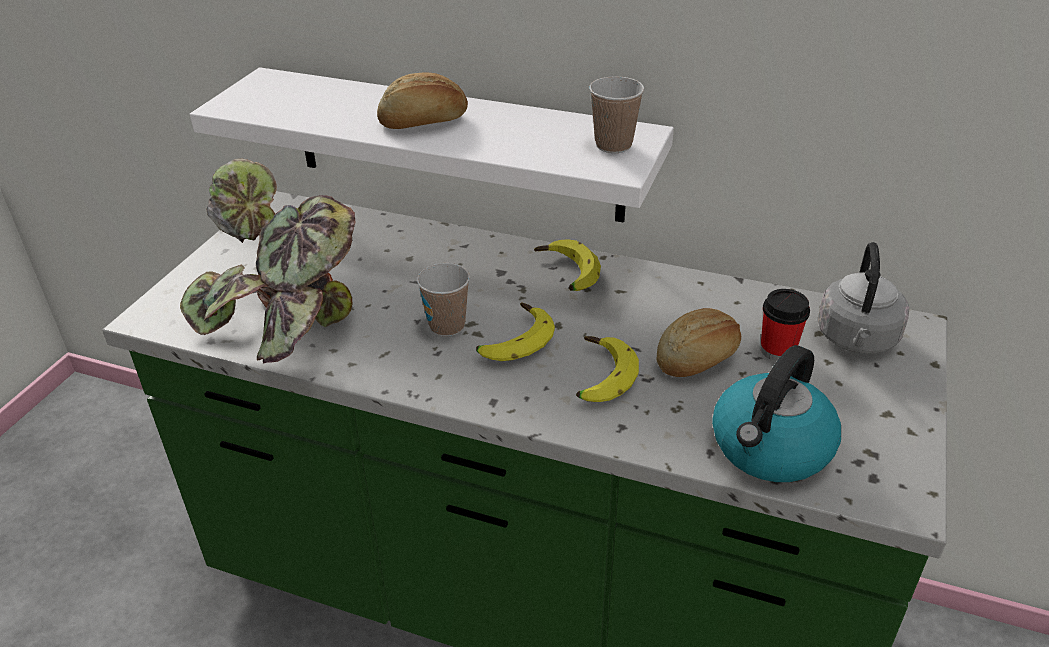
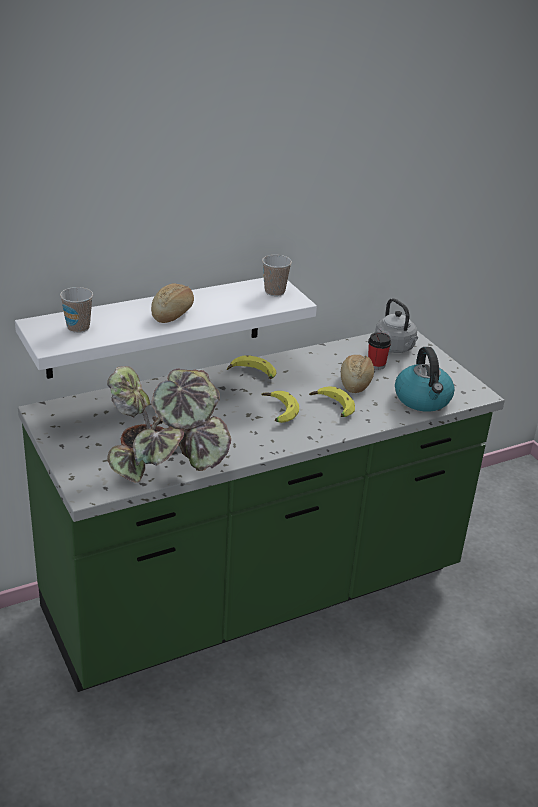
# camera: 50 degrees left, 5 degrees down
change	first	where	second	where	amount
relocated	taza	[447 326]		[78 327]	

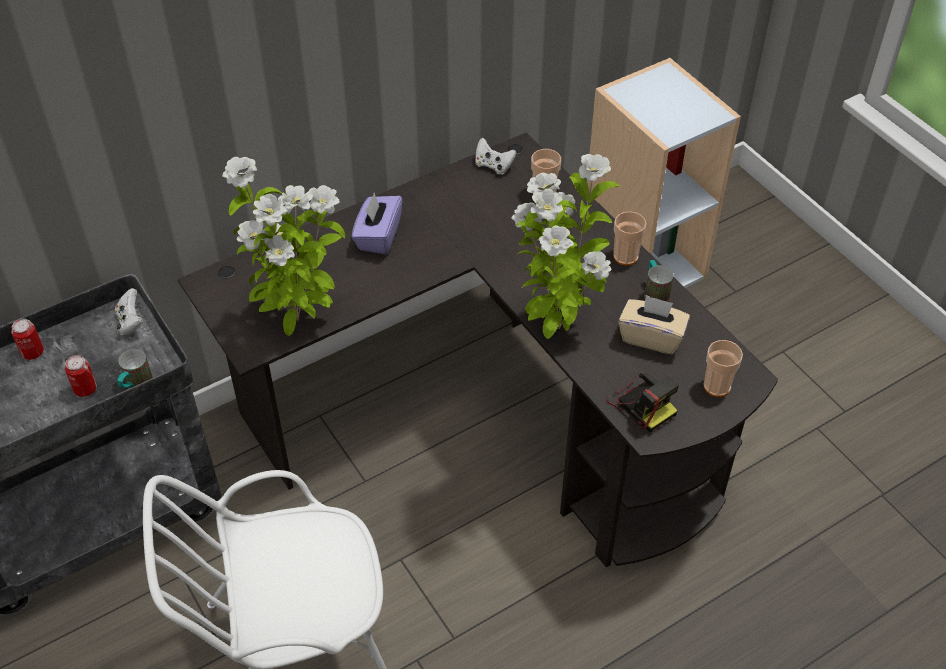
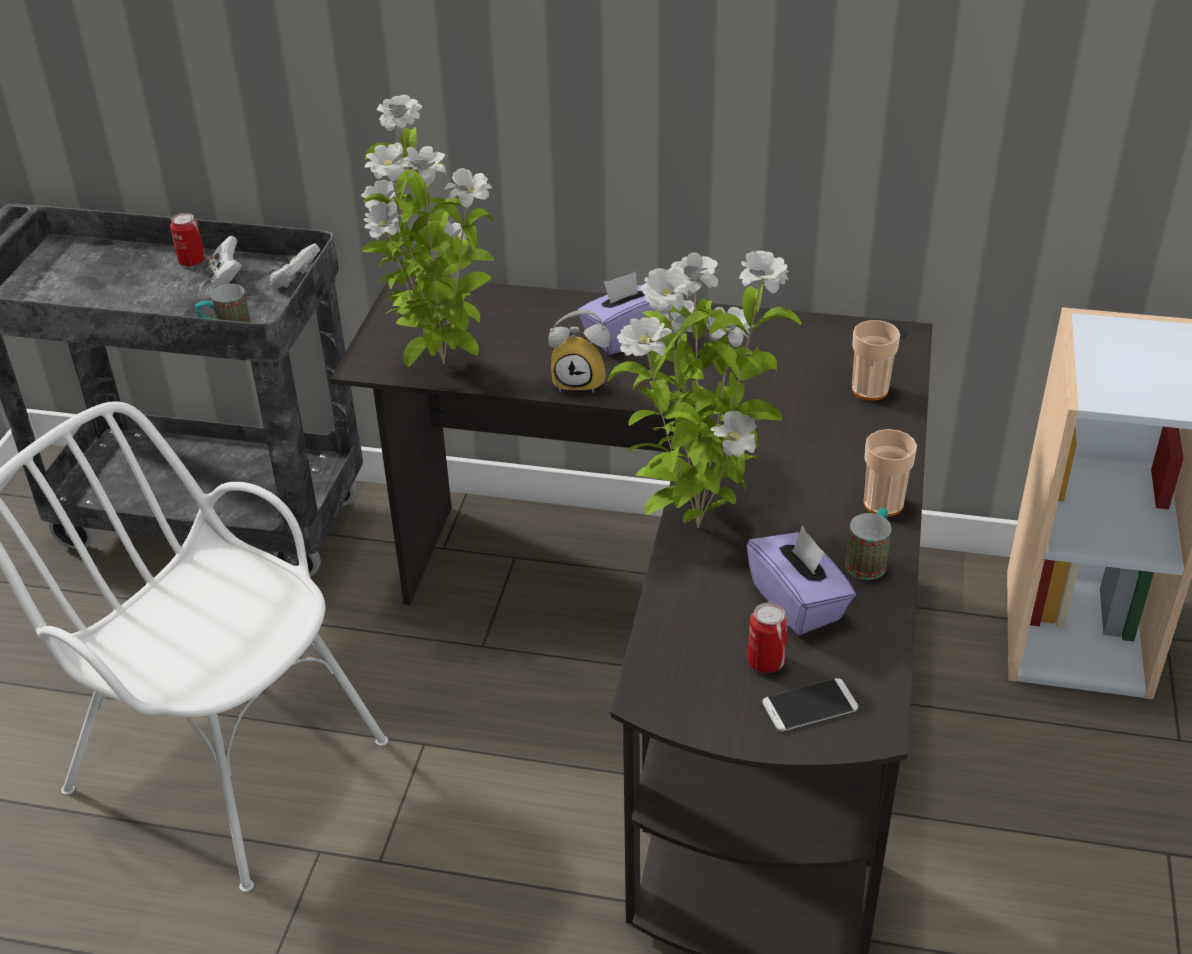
# camera: 45 degrees right, 10 degrees down
change	first	where	second	where	amount
missing	cámara	[641 404]			
appeared			despertador	[581 381]	
relocated	lata	[85 389]		[765 662]	
relocated	mando de consola (blanco)	[493 166]		[227 278]	
exchanged	taza	[717 386]	móvil	[810 706]	
colour	caja de pañuelos (beis)	[651 337]	caja de pañuelos (morado)	[798 602]	

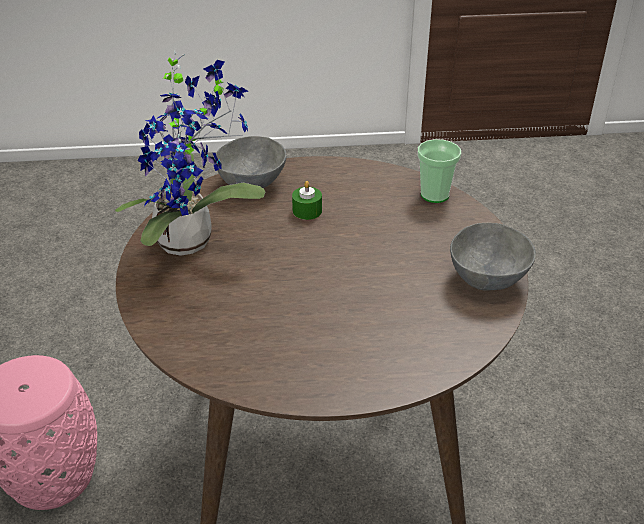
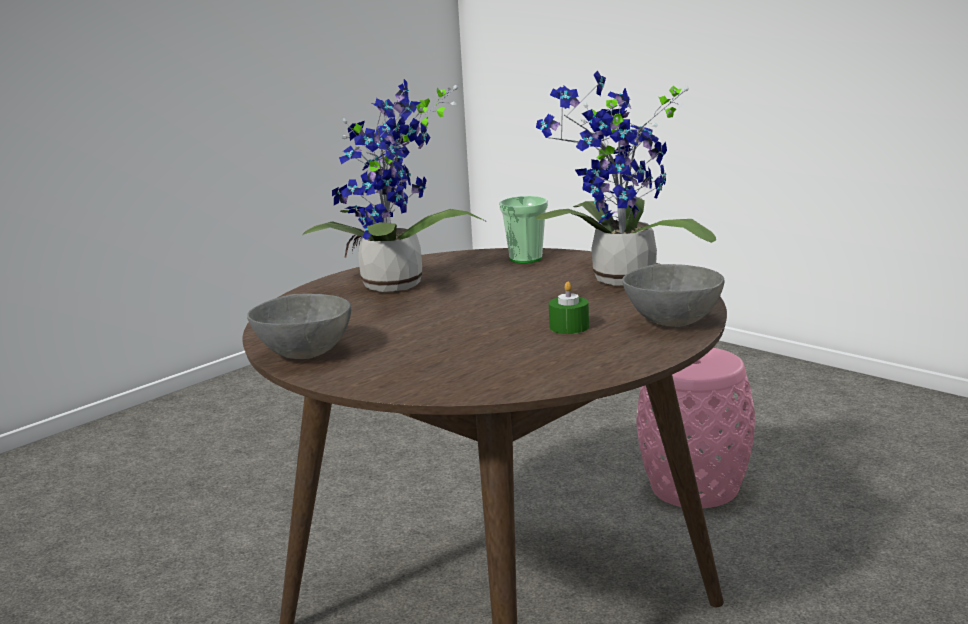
# camera: 140 degrees right, 20 degrees down
change	first	where	second	where	amount
appeared			planta en maceta	[396 287]	
relocated	taza	[434 195]		[526 258]	

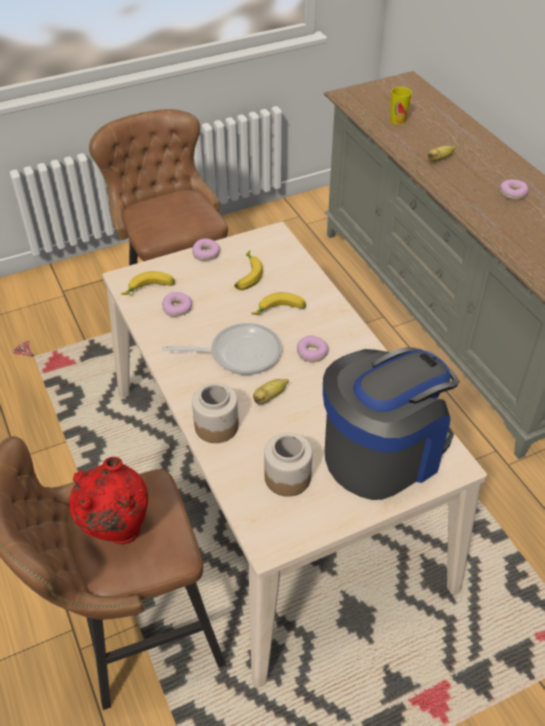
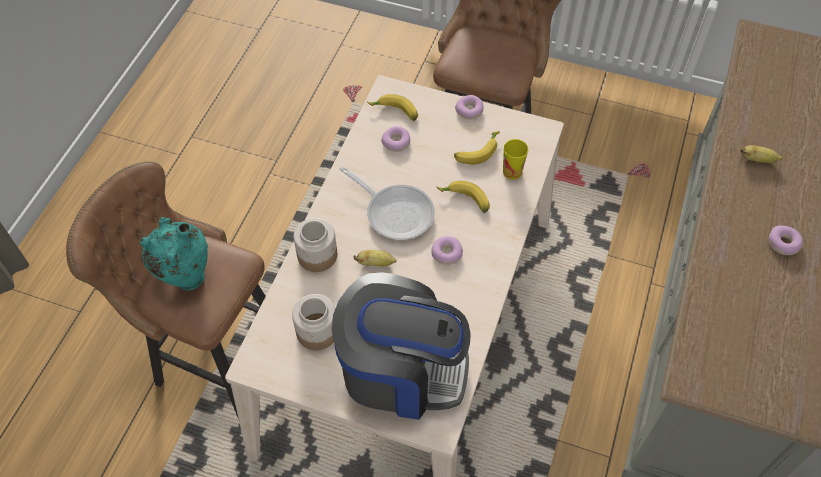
# camera: 45 degrees right, 10 degrees up
change	first	where	second	where	amount
relocated	taza	[398 120]		[512 172]	
colour	florero (rojo)	[118 532]	florero (turquesa)	[186 277]	

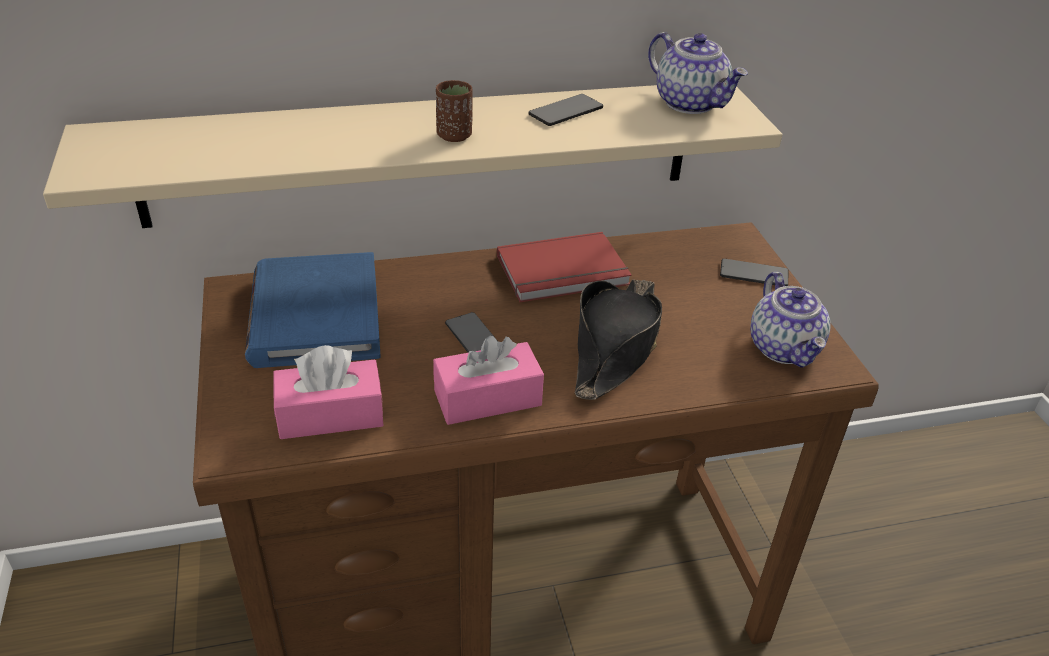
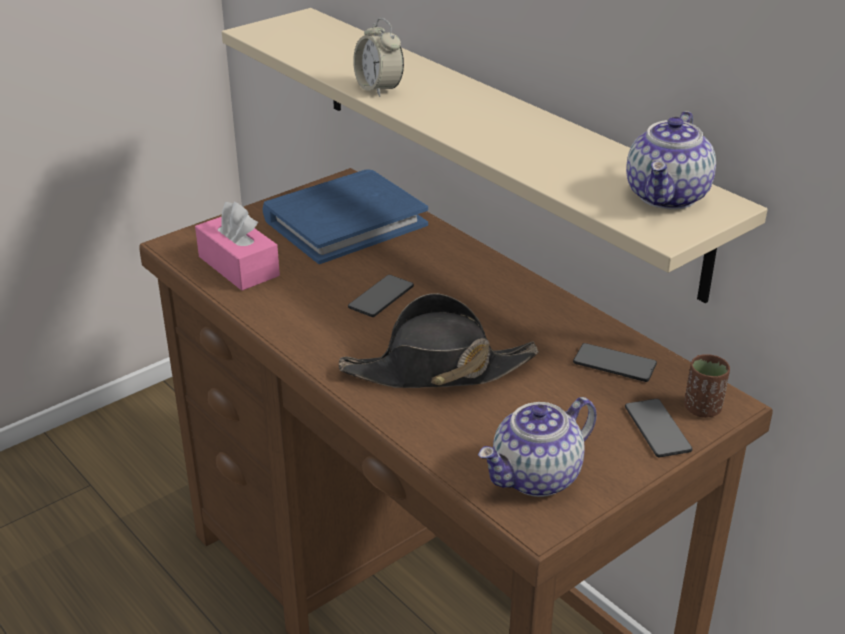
# camera: 65 degrees right, 5 degrees down
change	first	where	second	where	amount
missing	caja de pañuelos (rosa)	[487 398]			
missing	libro (rojo)	[564 272]			
appeared			despertador	[379 89]	
relocated	taza (marrón)	[454 136]		[702 409]	
relocated	móvil	[566 111]		[614 364]	

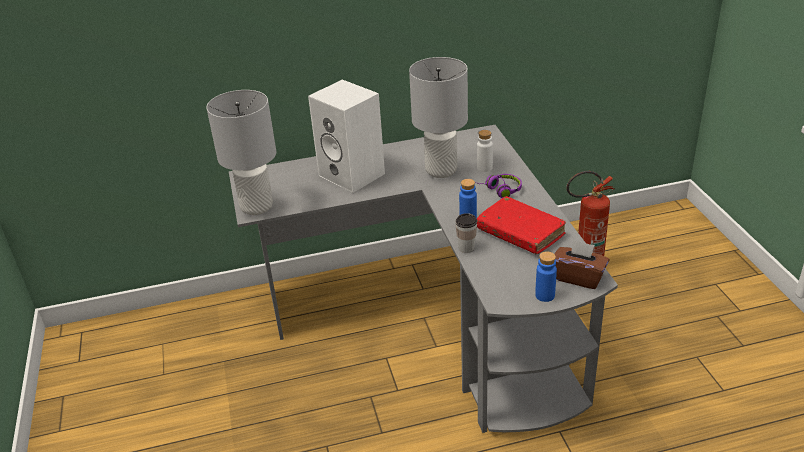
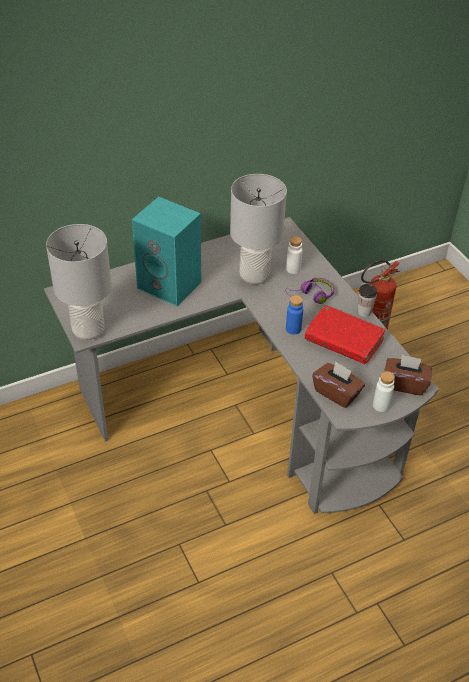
# camera: 15 degrees left, 10 degrees up
change	first	where	second	where	amount
appeared			caja de pañuelos (marrón)	[336 393]	
relocated	taza	[466 248]		[364 312]	
colour	altavoz (blanco)	[353 174]	altavoz (turquesa)	[171 285]	
colour	botella (azul)	[545 295]	botella (blanco)	[381 405]	

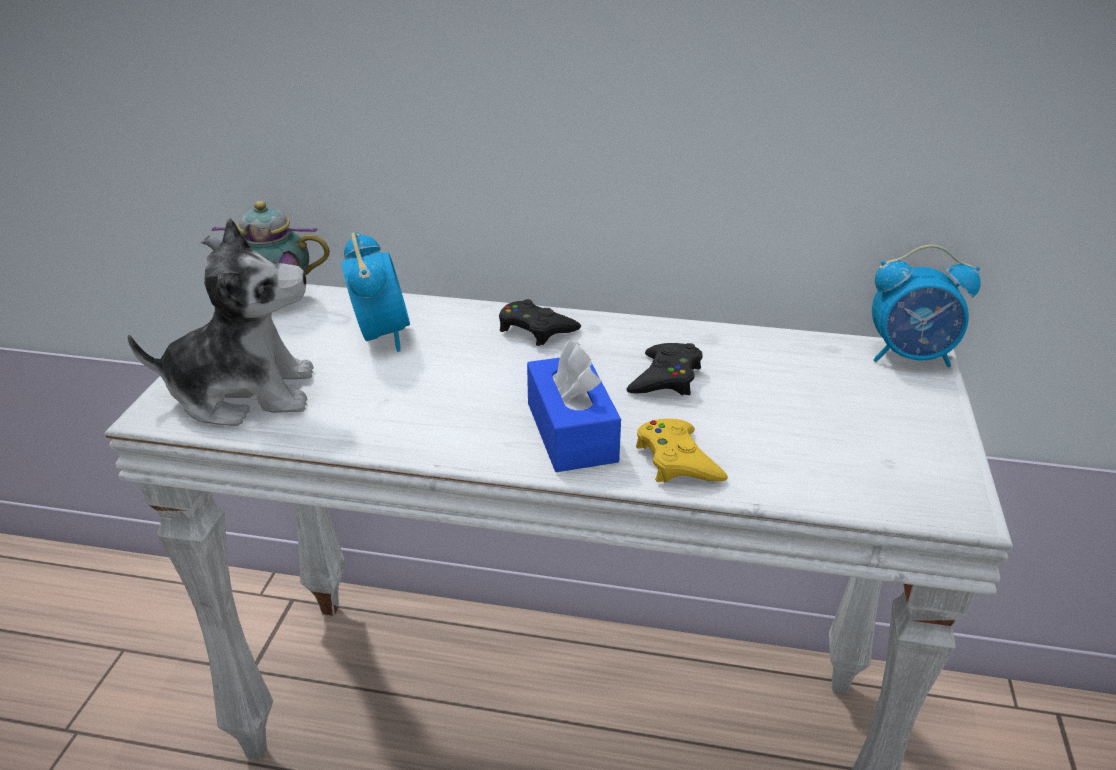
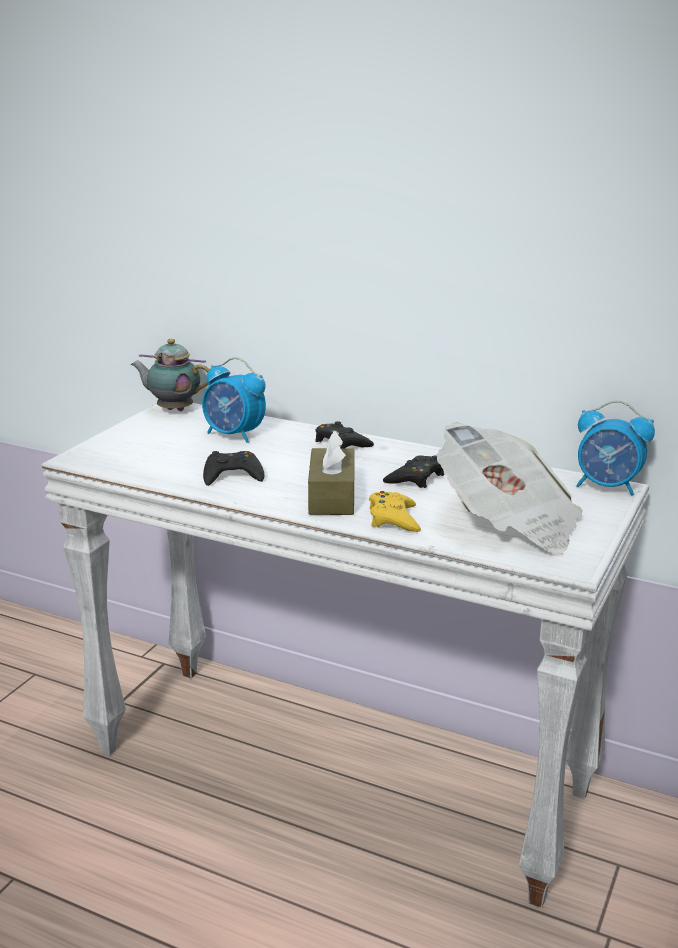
# camera: 15 degrees right, 10 degrees down
change	first	where	second	where	amount
missing	peluche	[244 393]			
appeared			mando de consola (negro)	[232 475]	
appeared			periódico	[509 523]	
colour	caja de pañuelos (azul)	[571 432]	caja de pañuelos (marrón)	[332 497]	
spun	despertador	[381 335]		[234 435]	120 degrees clockwise

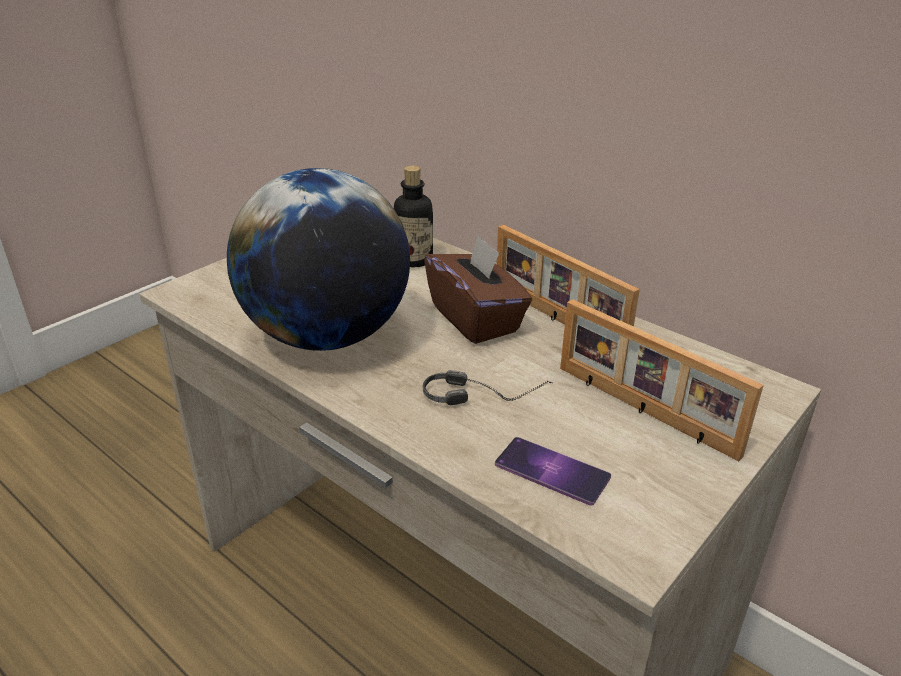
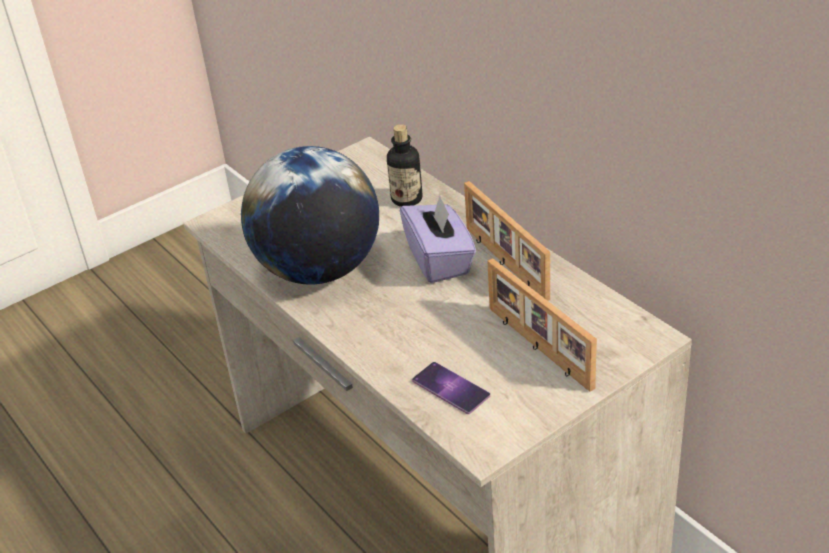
# camera: 15 degrees right, 5 degrees up
change	first	where	second	where	amount
missing	auriculares	[485 395]			
colour	caja de pañuelos (marrón)	[476 319]	caja de pañuelos (morado)	[439 260]	

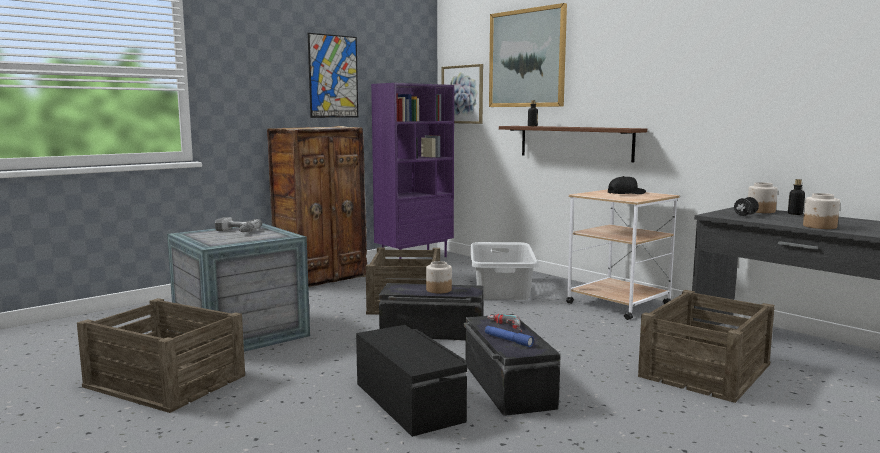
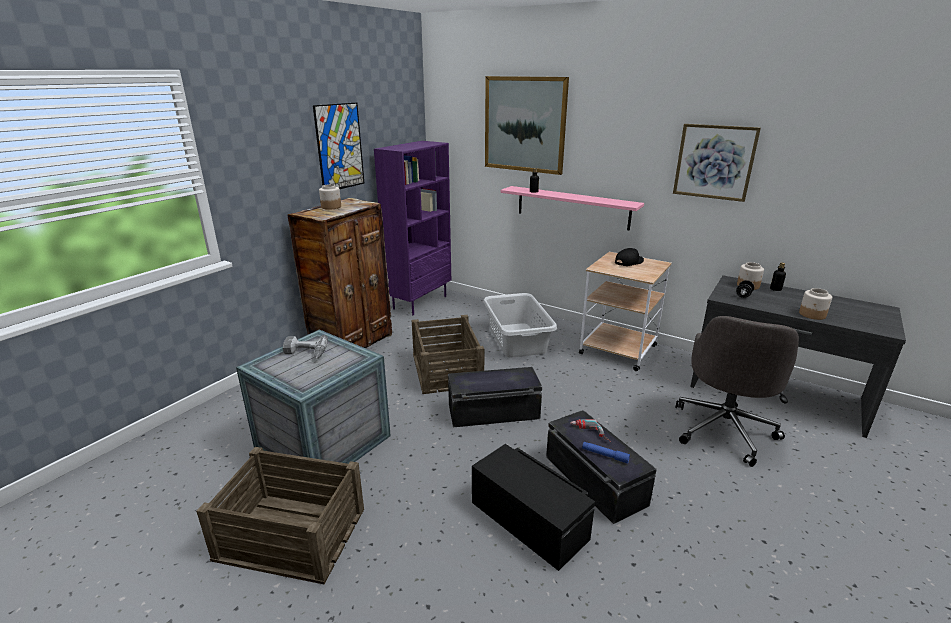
# camera: 15 degrees left, 15 degrees up
change	first	where	second	where	amount
relocated	tarro	[438 290]		[331 207]	
relocated	cuadro	[462 94]		[714 162]	
exchanged	caja de embalaje	[704 370]	silla de oficina (gris)	[723 431]	
colour	estante (marrón)	[574 142]	estante (rosa)	[572 207]	

